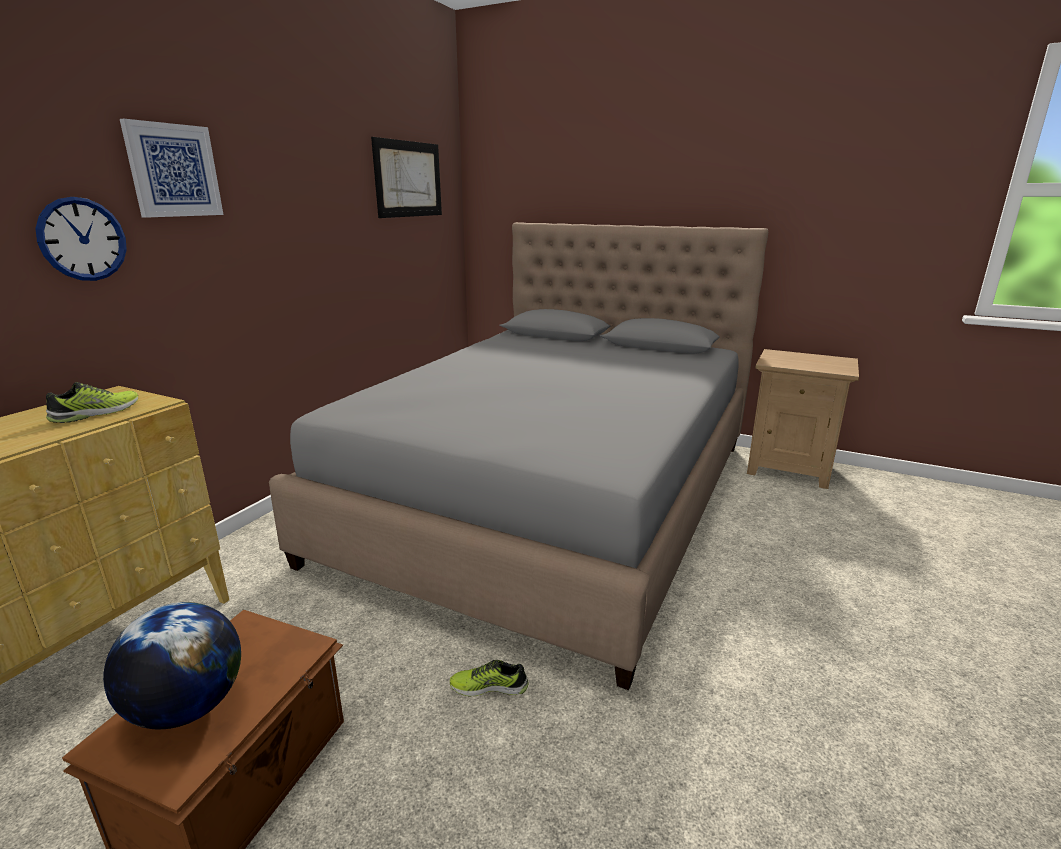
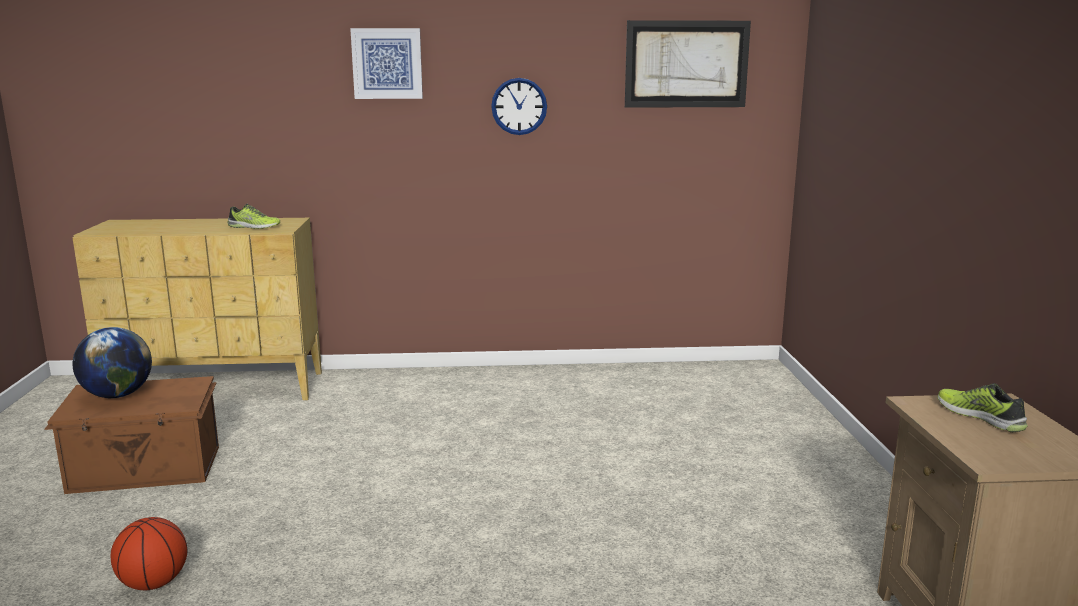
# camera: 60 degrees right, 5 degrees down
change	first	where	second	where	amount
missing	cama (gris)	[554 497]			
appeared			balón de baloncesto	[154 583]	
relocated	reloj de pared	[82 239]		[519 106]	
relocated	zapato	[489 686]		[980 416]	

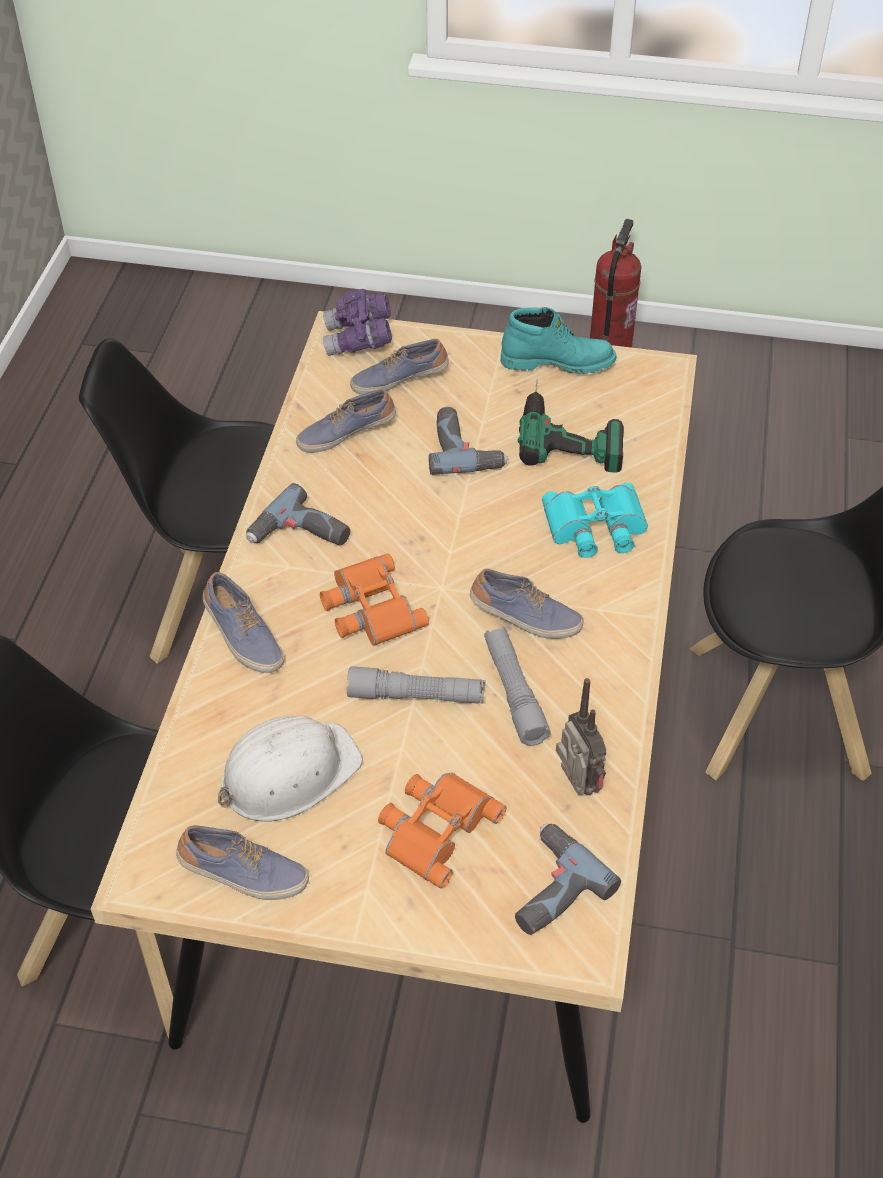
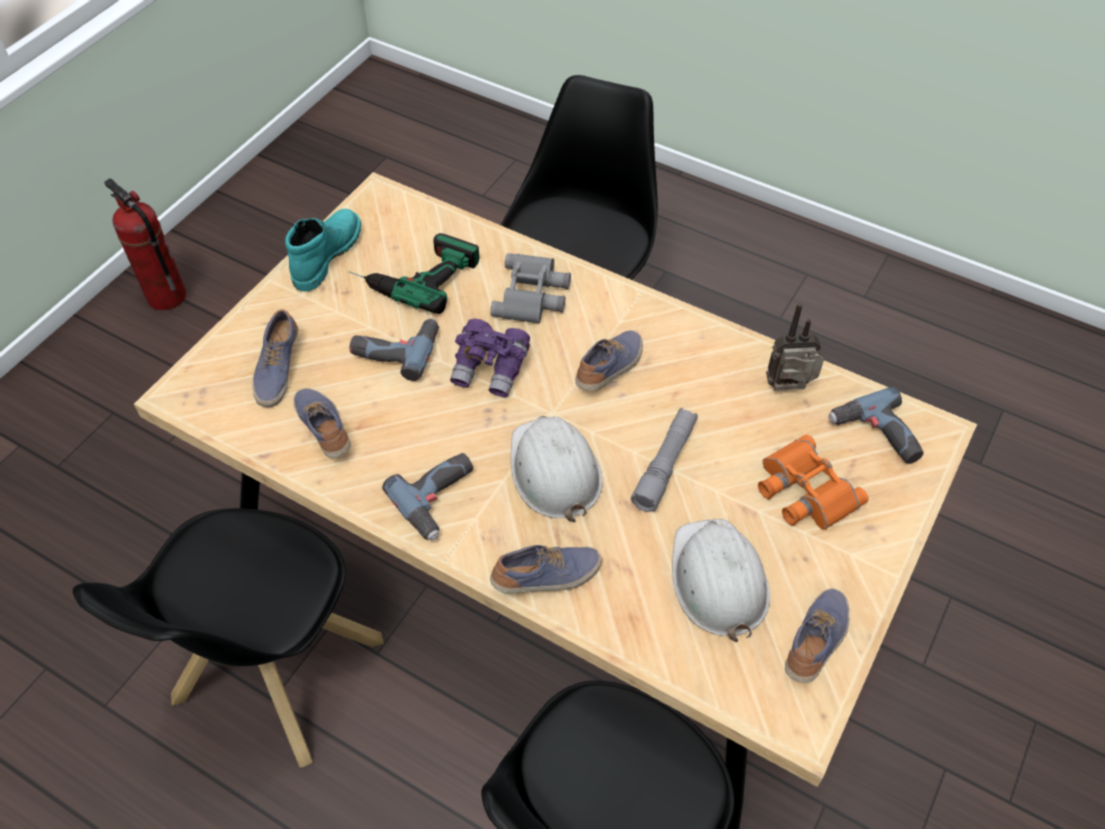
# camera: 70 degrees left, 5 degrees up
change	first	where	second	where	amount
missing	linterna (gris)	[514 692]			
relocated	prismáticos (morado)	[358 340]		[491 369]	
exchanged	prismáticos (naranja)	[369 608]	casco (blanco)	[554 470]	
colour	prismáticos (turquesa)	[595 528]	prismáticos (gris)	[533 294]	
spun	zapato	[345 433]		[325 428]	150 degrees clockwise

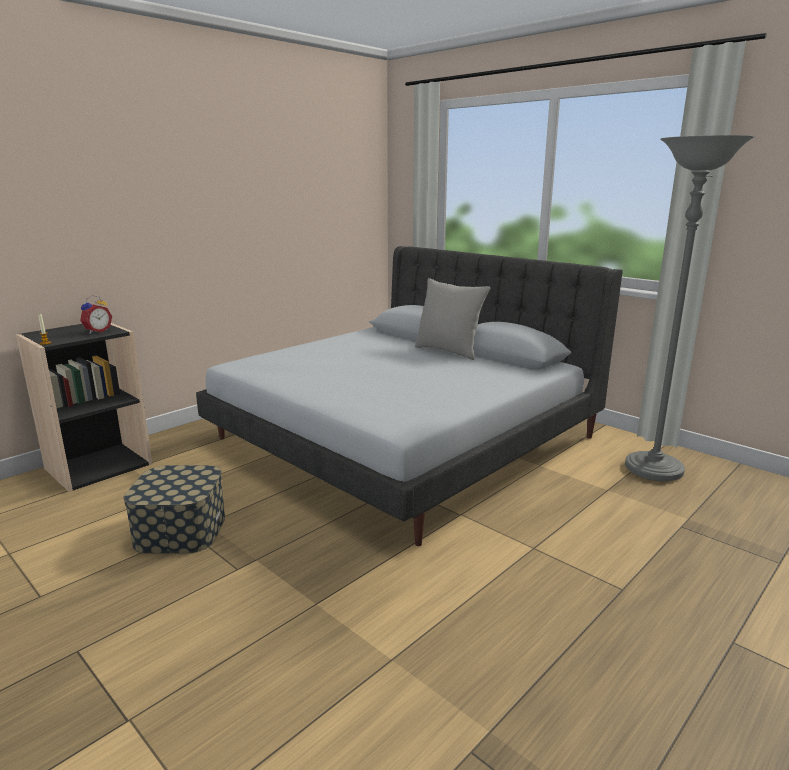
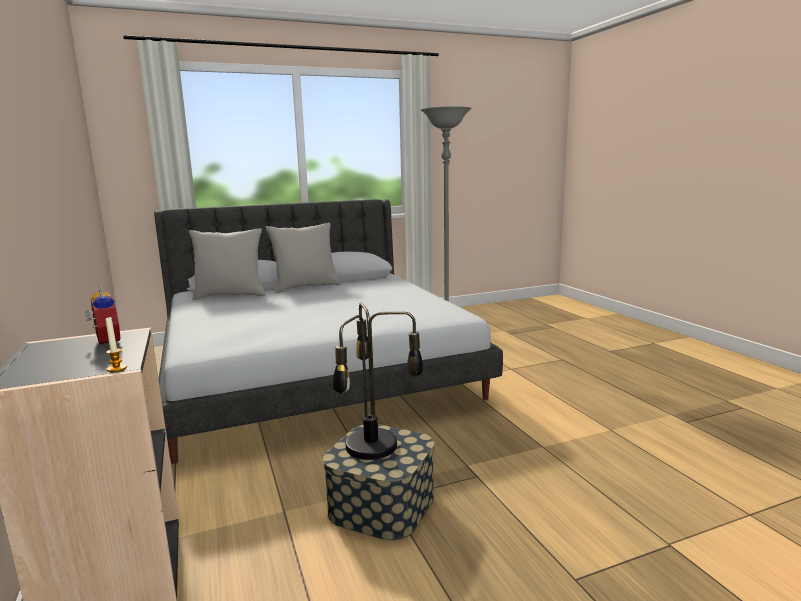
# camera: 65 degrees left, 5 degrees down
change	first	where	second	where	amount
appeared			cojín (gris)	[230 296]	
appeared			lámpara de mesa	[372 446]	

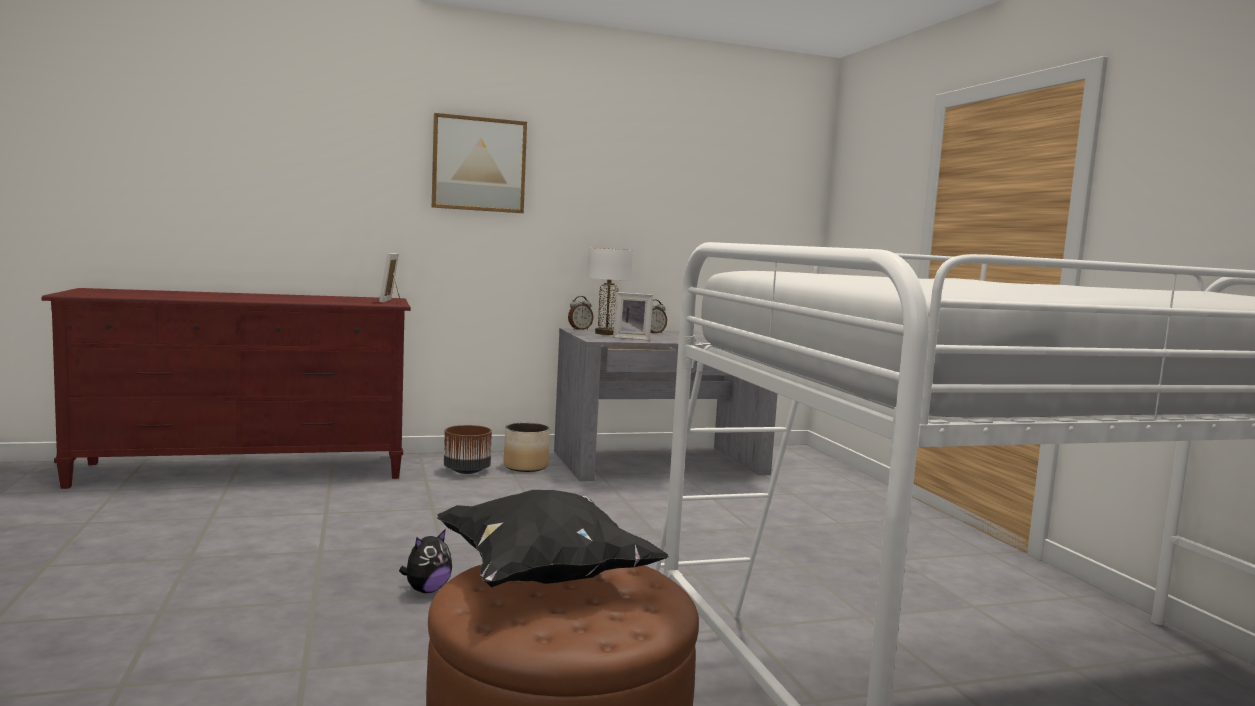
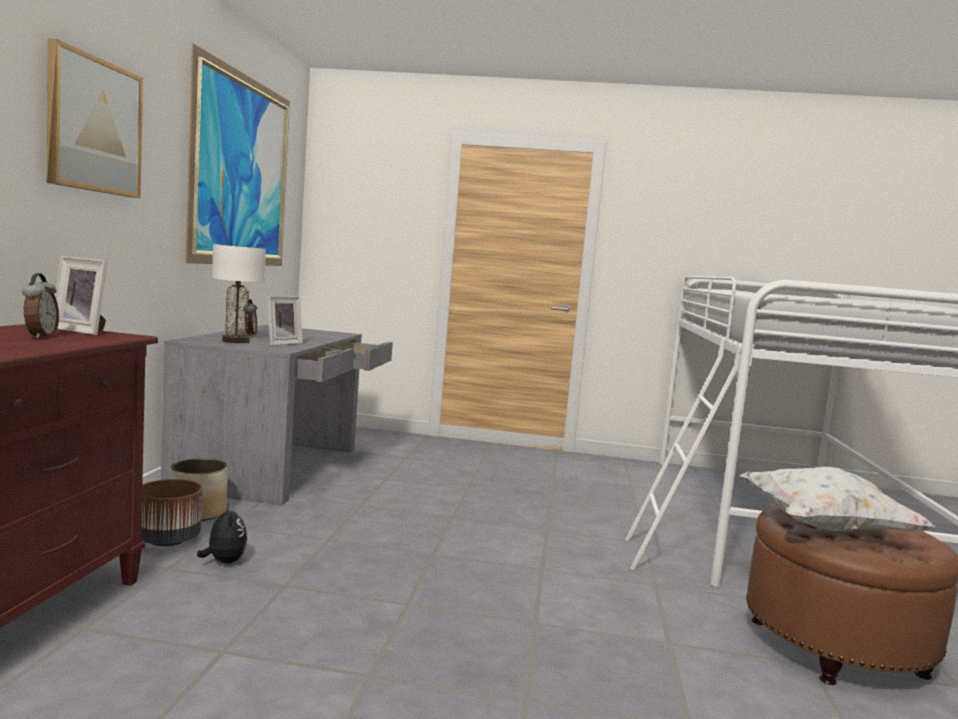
# camera: 65 degrees left, 0 degrees up
change	first	where	second	where	amount
appeared			cuadro	[243 172]	
relocated	peluche	[426 590]		[224 562]	
relocated	despertador	[579 329]		[40 336]	
colour	cojín (negro)	[542 576]	cojín (blanco)	[823 528]	

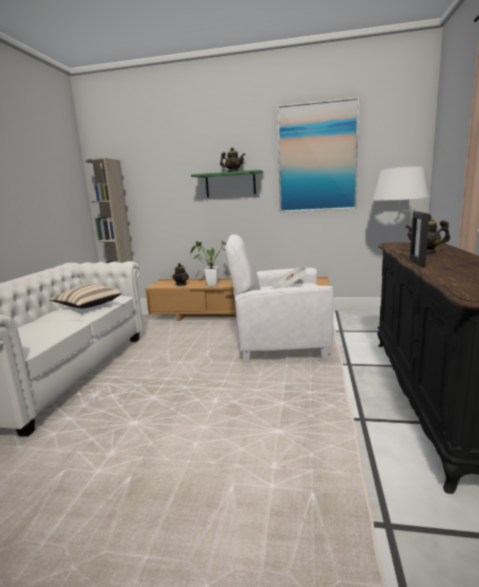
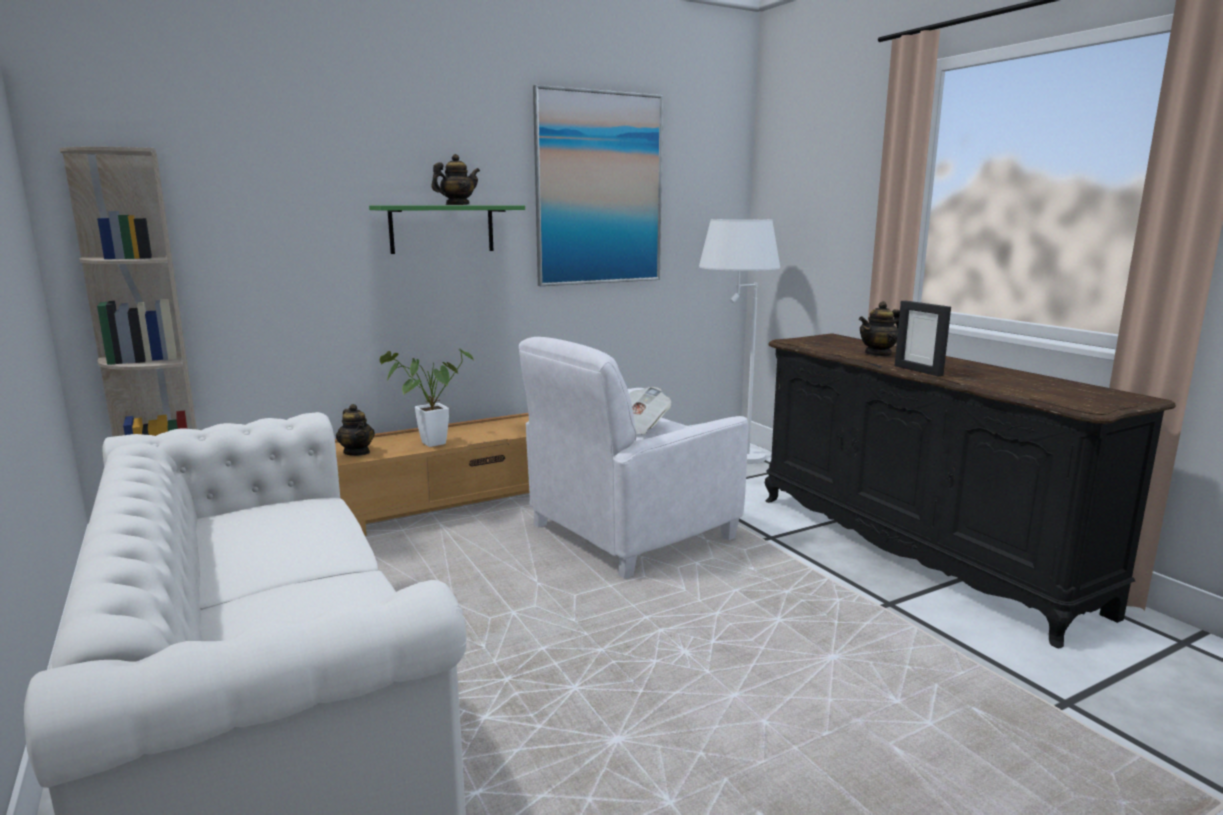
# camera: 40 degrees left, 0 degrees up
change	first	where	second	where	amount
missing	cojín (beis)	[87 306]			

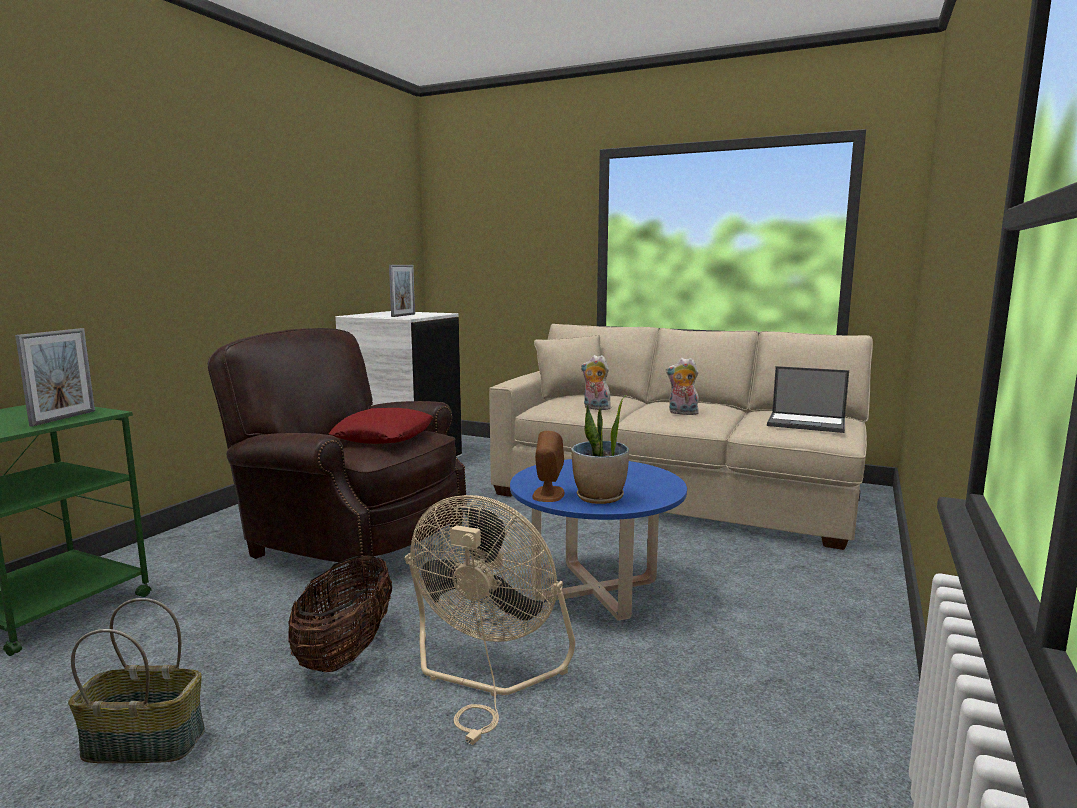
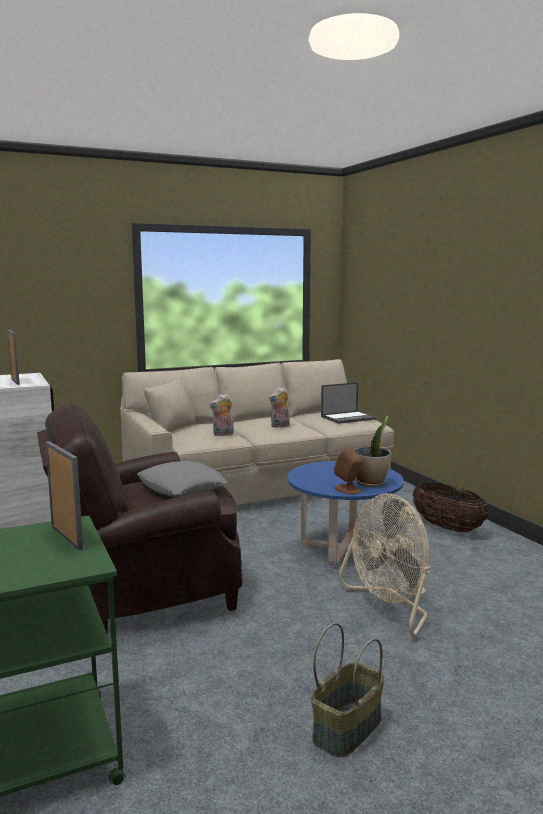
# camera: 50 degrees left, 0 degrees up
change	first	where	second	where	amount
relocated	cesta	[346 652]		[447 528]	
colour	cojín (rojo)	[384 436]	cojín (gris)	[181 487]	
spun	ventilador (beis)	[480 674]		[392 605]	90 degrees counterclockwise

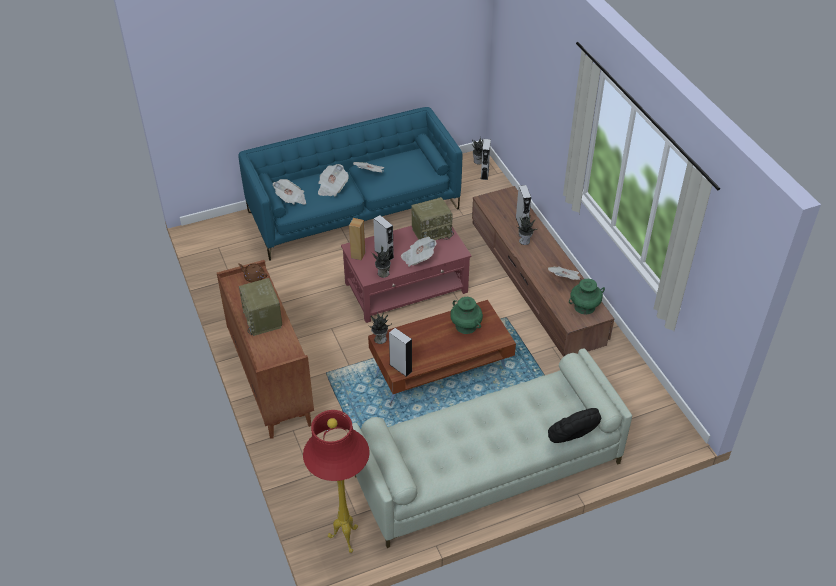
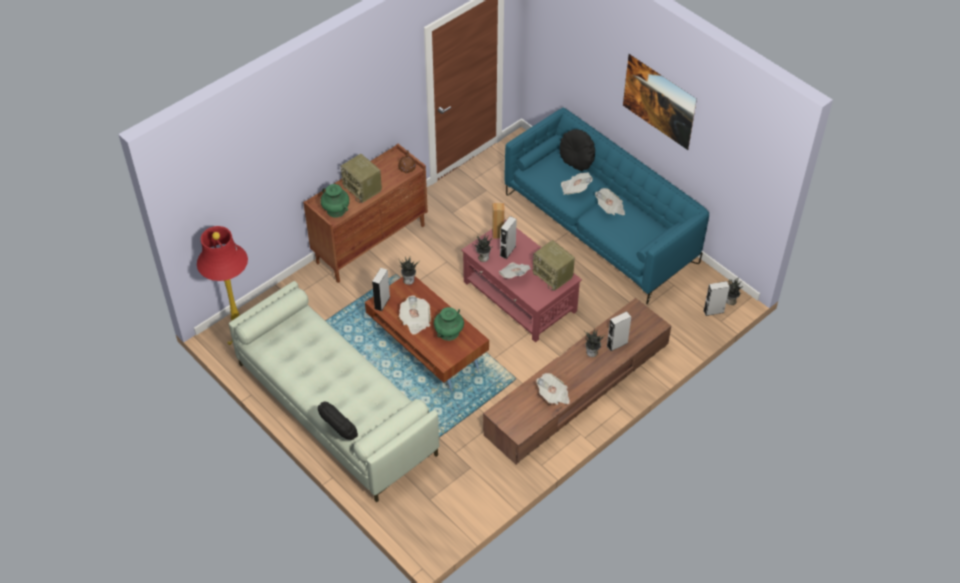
# camera: 70 degrees right, 5 degrees up
change	first	where	second	where	amount
appeared			cojín (negro)	[576 163]	
appeared			cuadro	[656 115]	
relocated	periódico	[291 199]		[415 321]	
relocated	florero (verde)	[584 307]		[336 210]	
spun	radio	[263 319]		[363 189]	90 degrees counterclockwise

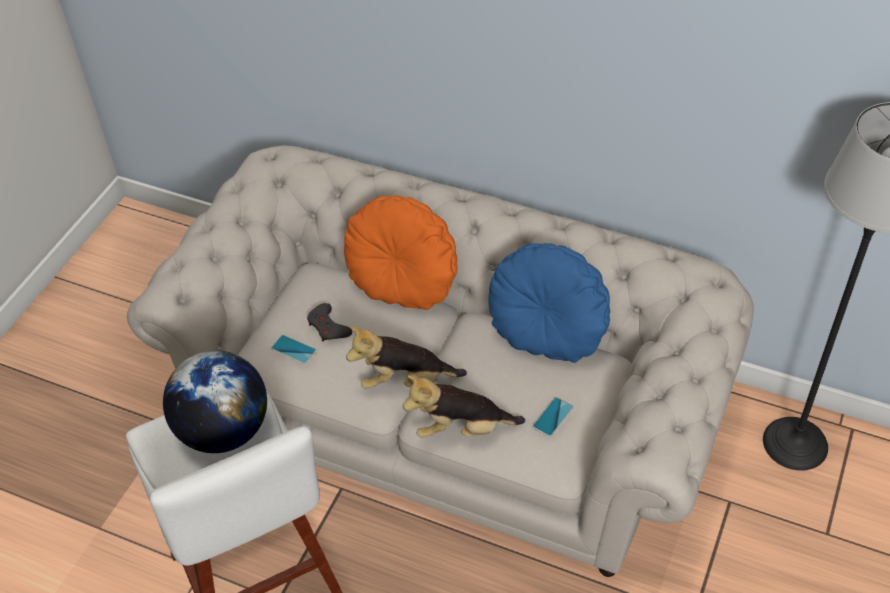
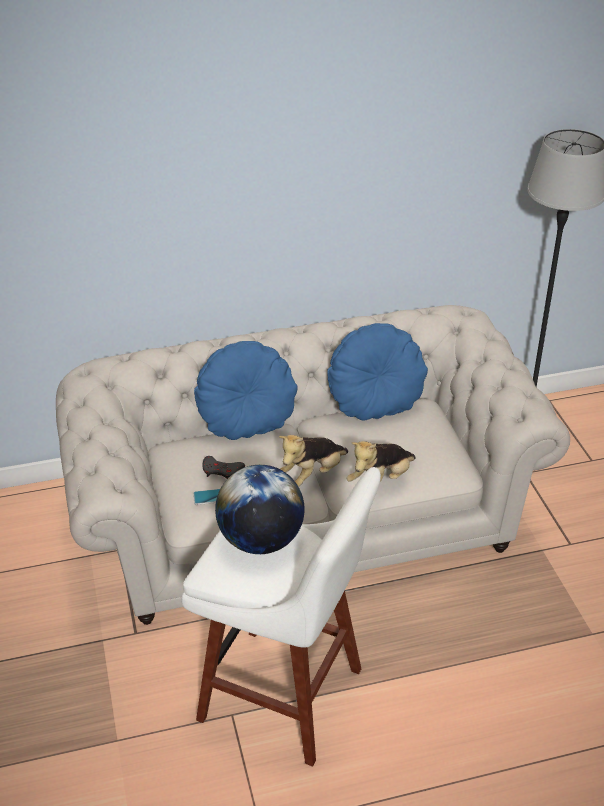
# camera: 40 degrees left, 10 degrees down
change	first	where	second	where	amount
missing	móvil	[553 417]			
colour	cojín (naranja)	[403 289]	cojín (azul)	[247 426]	

